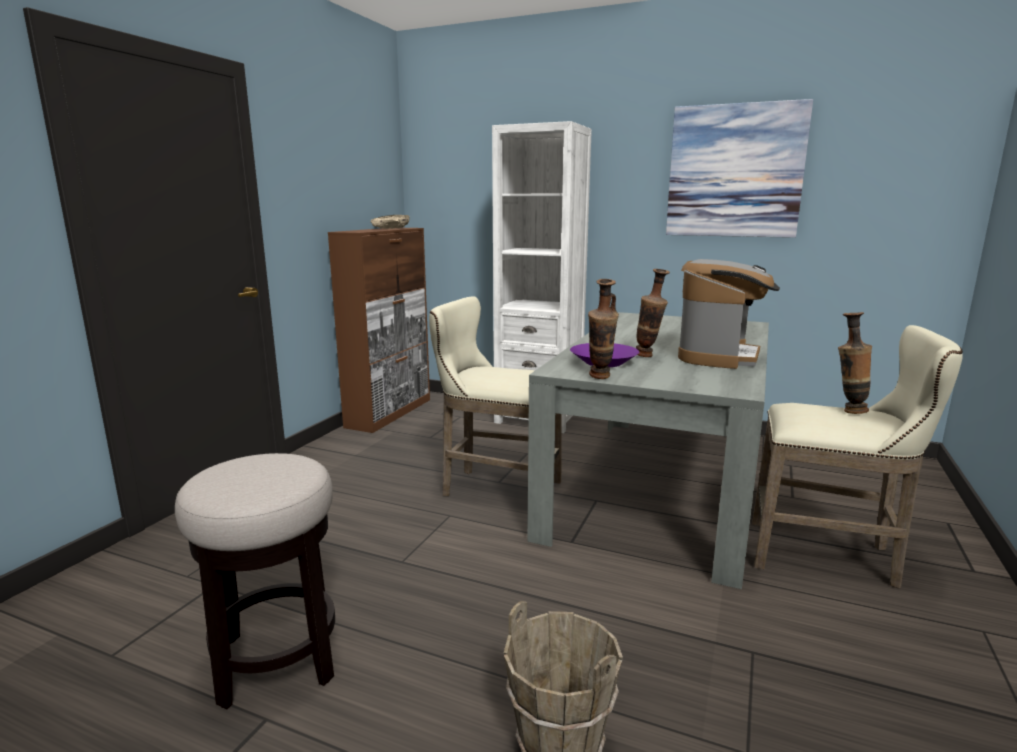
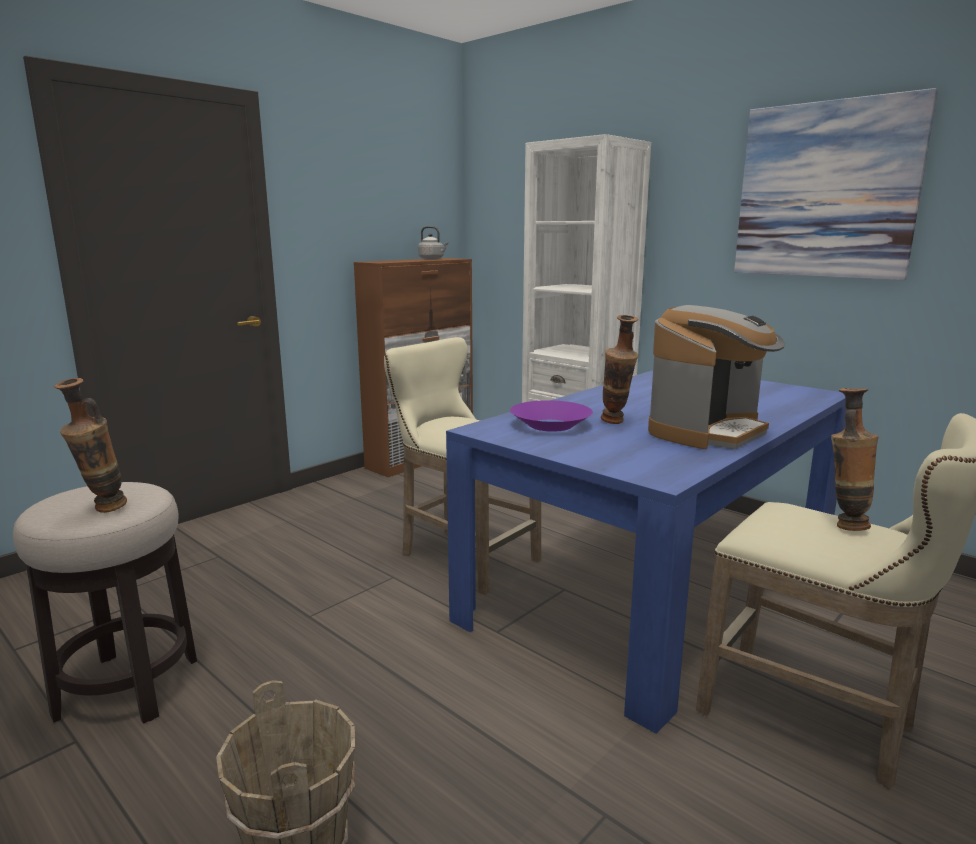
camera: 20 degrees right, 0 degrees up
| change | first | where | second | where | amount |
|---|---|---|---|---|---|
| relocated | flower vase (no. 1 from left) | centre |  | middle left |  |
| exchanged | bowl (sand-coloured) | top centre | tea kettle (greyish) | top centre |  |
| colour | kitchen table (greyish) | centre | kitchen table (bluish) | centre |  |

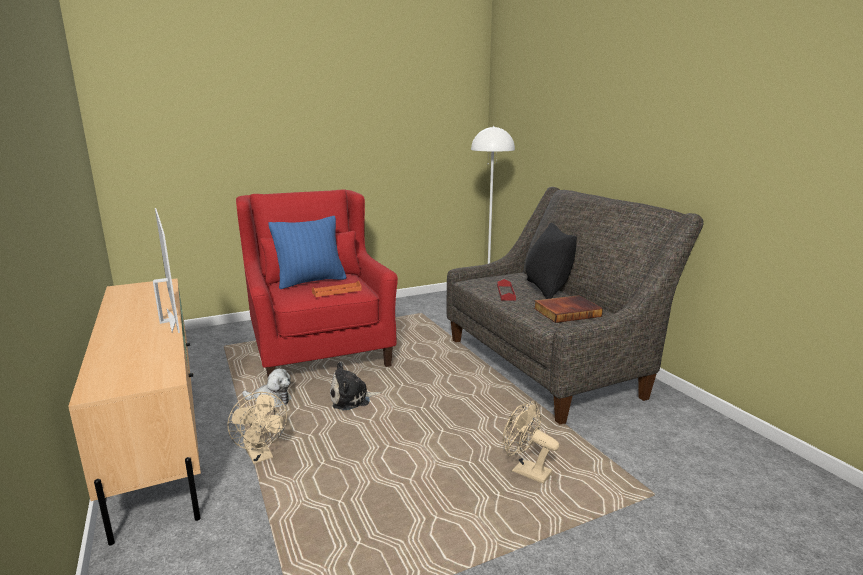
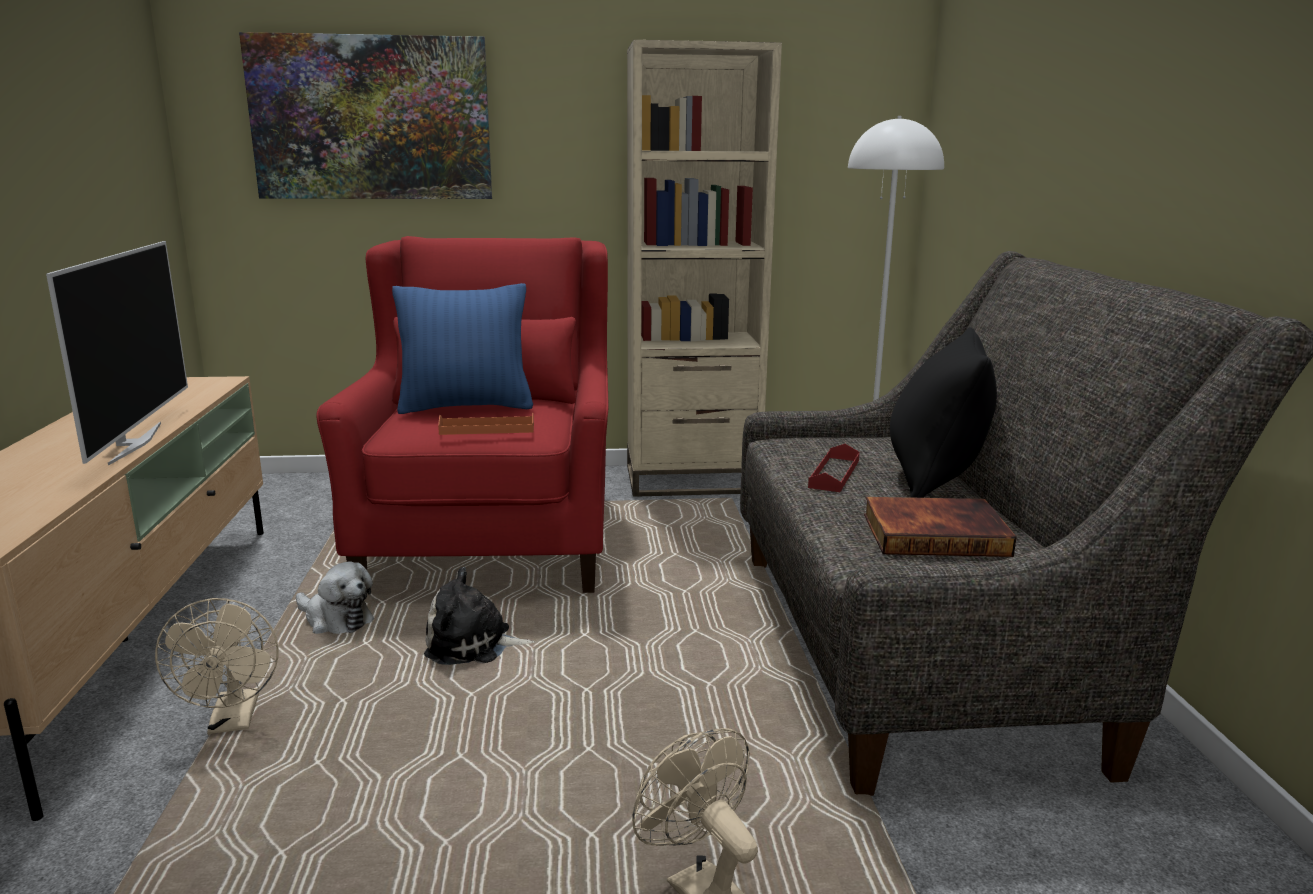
camera: 20 degrees right, 0 degrees up
| change | first | where | second | where | amount |
|---|---|---|---|---|---|
| appeared |  |  | wall art | top left |  |
| appeared |  |  | shelving unit (sand-coloured) | top centre |  |

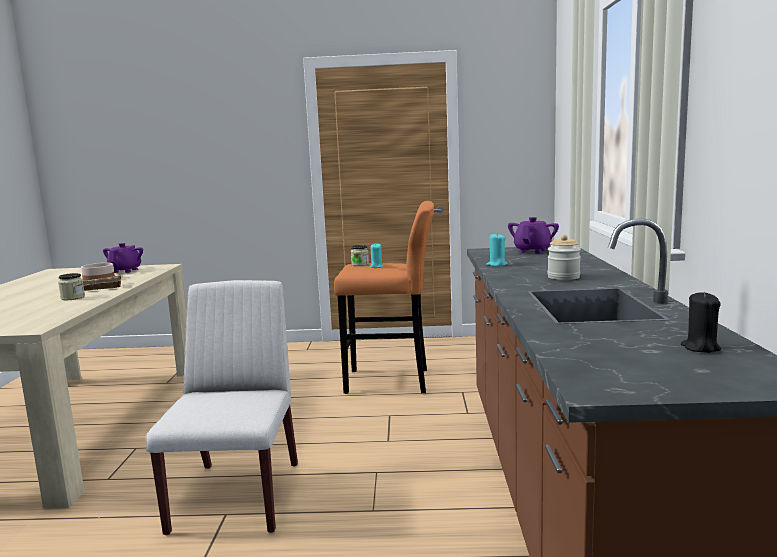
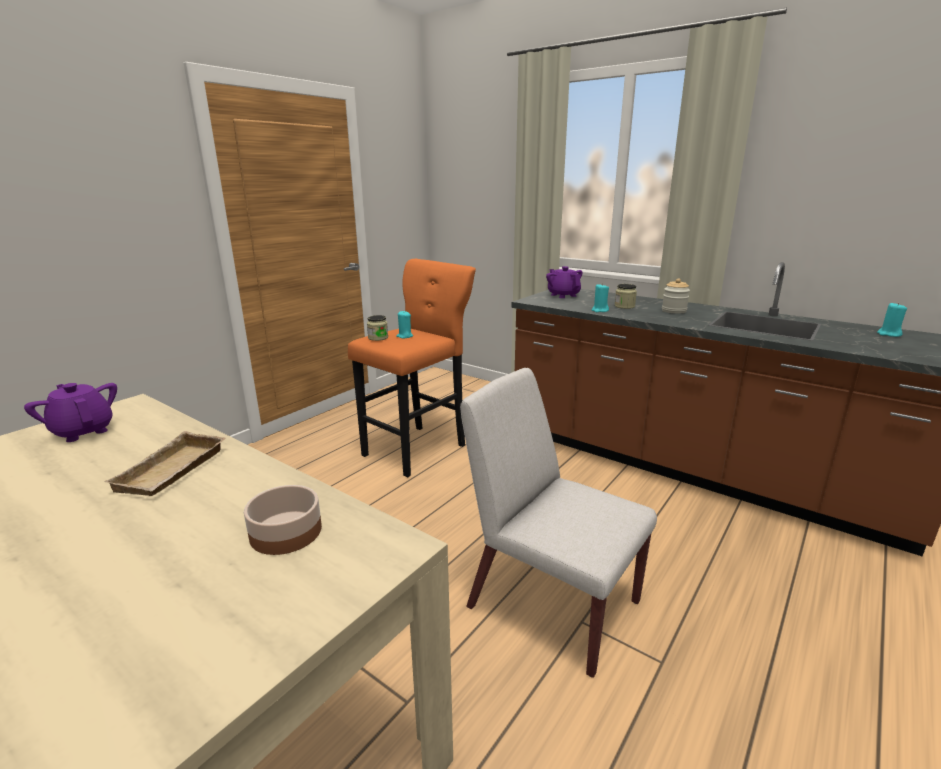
camera: 55 degrees left, 10 degrees up
| change | first | where | second | where | amount |
|---|---|---|---|---|---|
| relocated | bowl | middle left |  | bottom left |  |
| relocated | storage jar (no. 1 from left in the first image) | middle left | storage jar (no. 2 from left) | centre |  |
| colour | candle (black) | middle right | candle (turquoise-coloured) (no. 3 from left) | middle right |  |

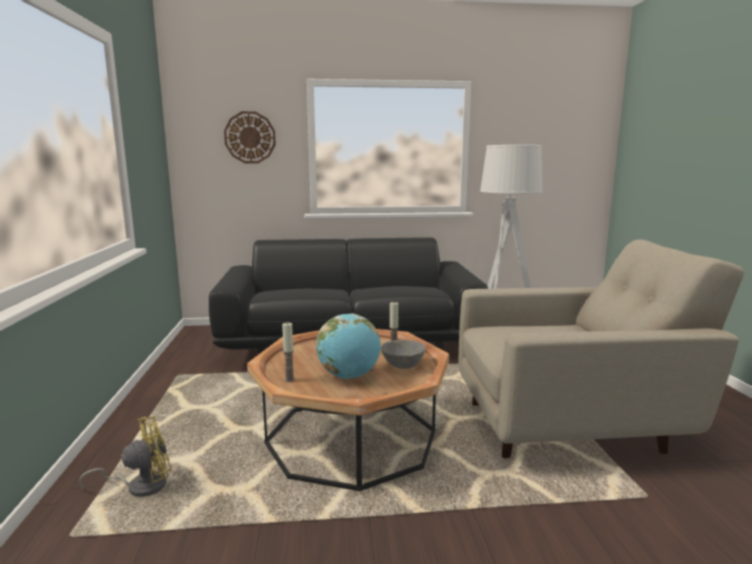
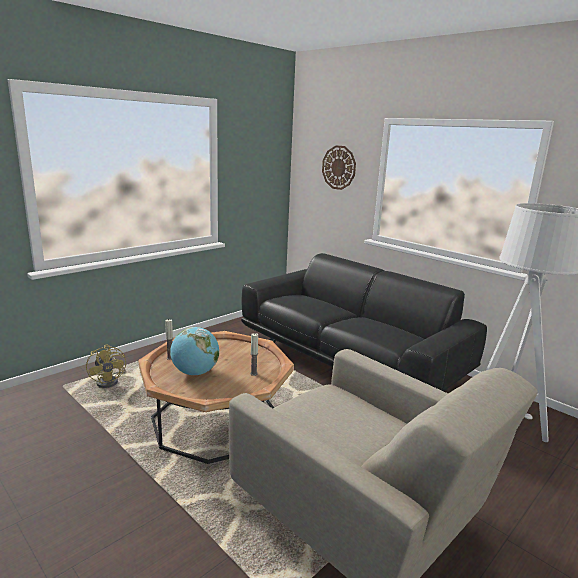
camera: 50 degrees right, 5 degrees up
| change | first | where | second | where | amount |
|---|---|---|---|---|---|
| spun | electric fan (yellow-coloured) | bottom left |  | middle left | 45 degrees clockwise |
| missing | bowl (greyish) | centre |  |  |  |

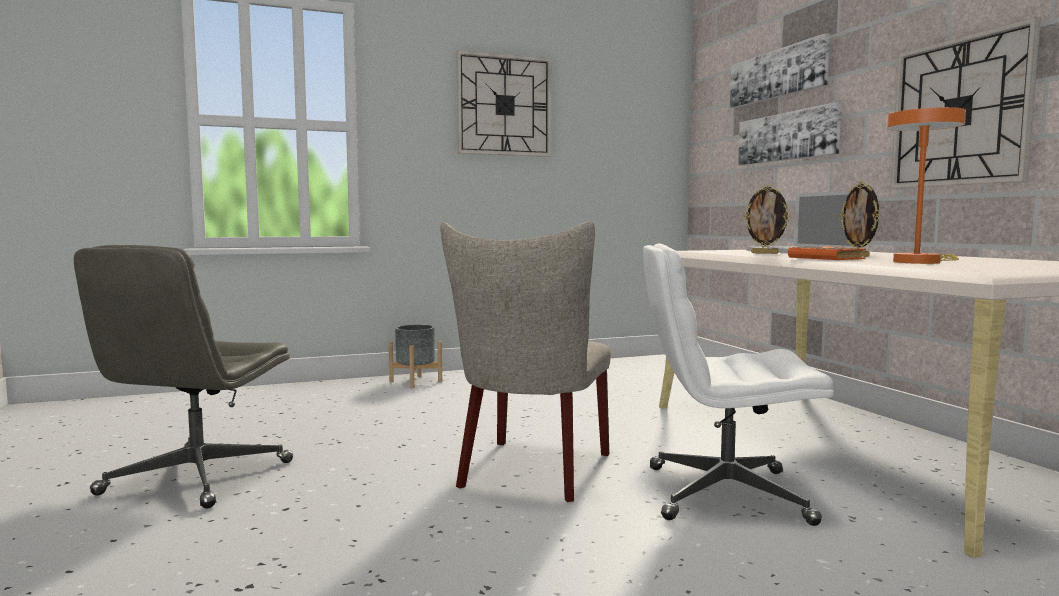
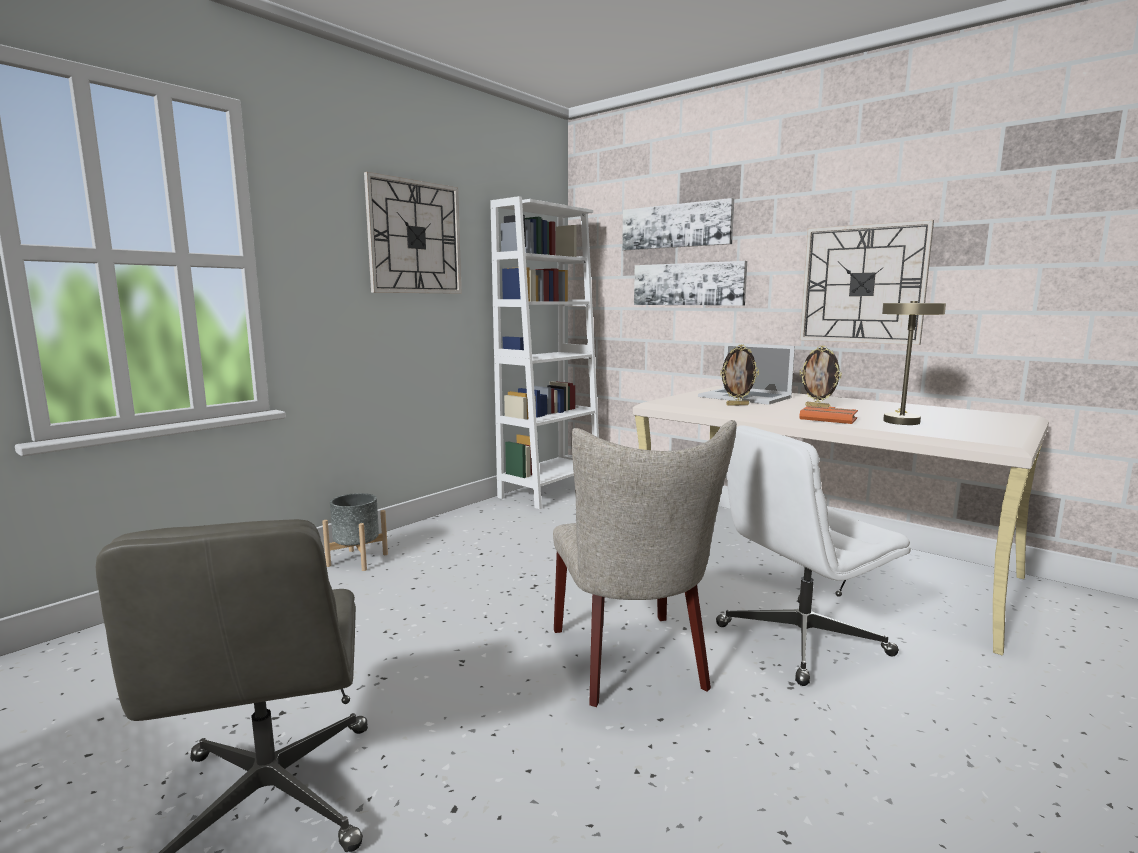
camera: 30 degrees left, 5 degrees up
| change | first | where | second | where | amount |
|---|---|---|---|---|---|
| appeared |  |  | shelving unit (white-coloured) | centre |  |
| colour | tabletop lamp (orangey) | top right | tabletop lamp (sand-coloured) | middle right |  |

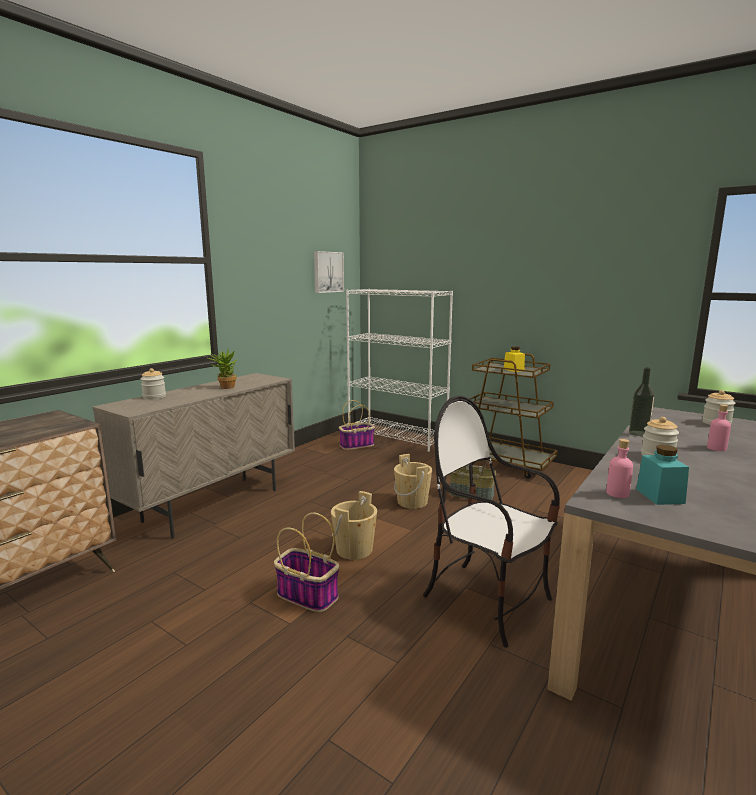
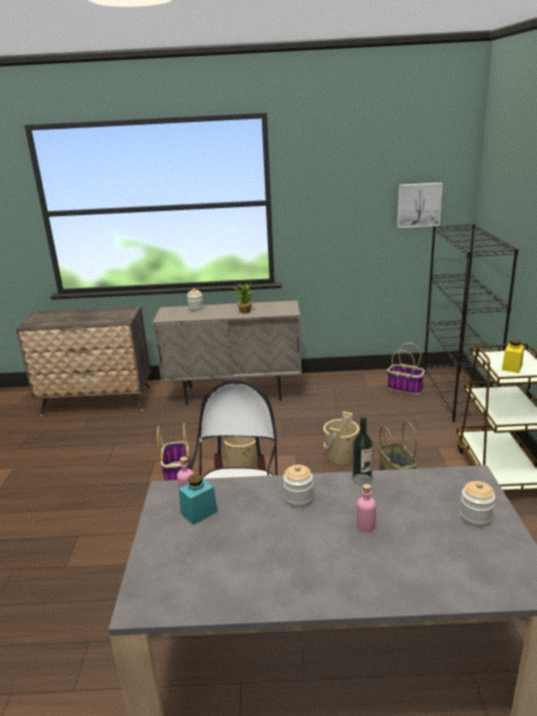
camera: 55 degrees right, 10 degrees up
| change | first | where | second | where | amount |
|---|---|---|---|---|---|
| colour | shelving unit (white-coloured) | centre | shelving unit (black) | middle right |  |

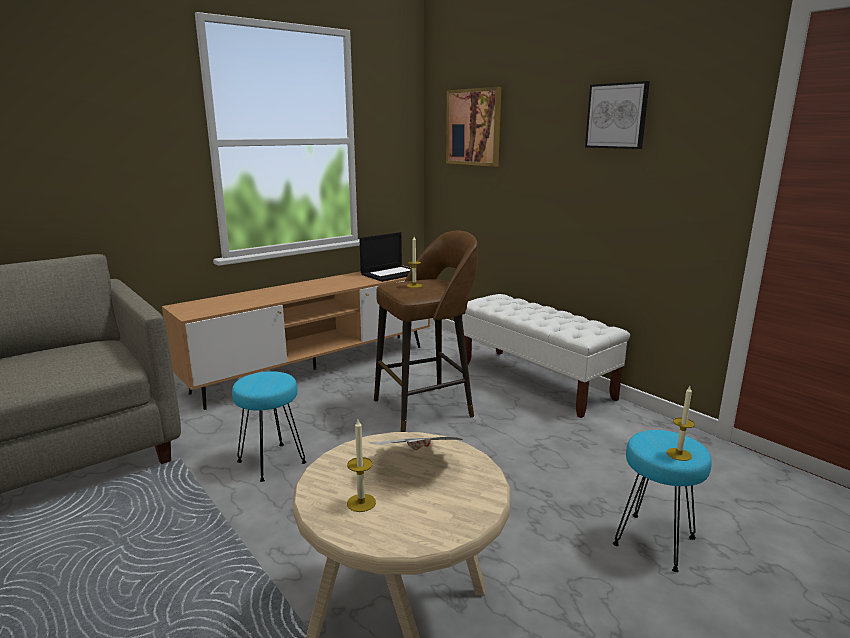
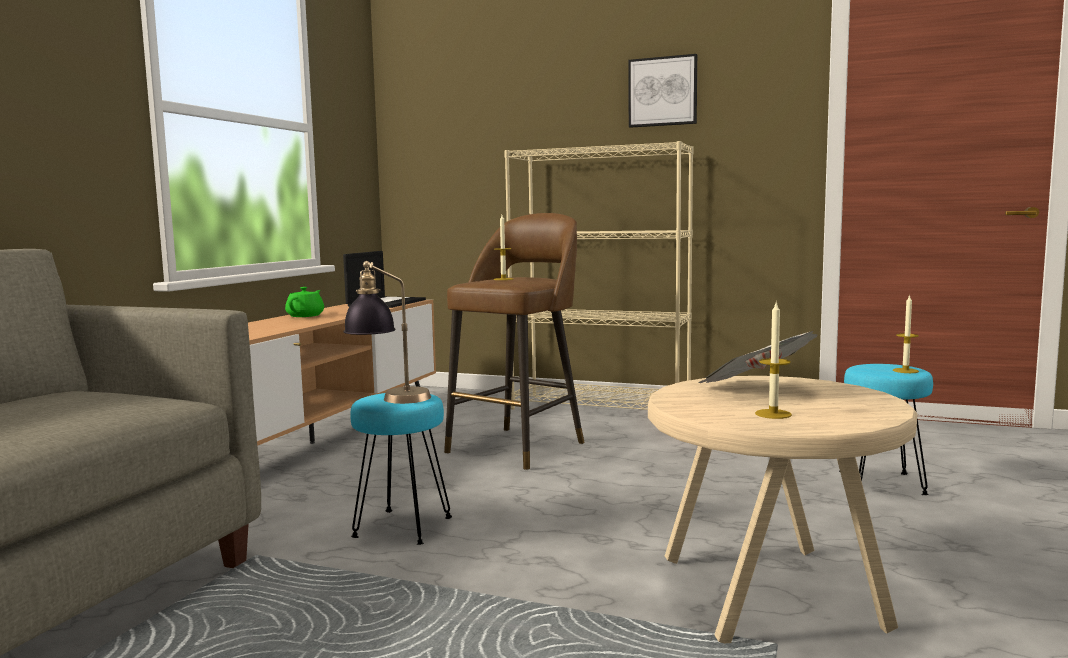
camera: 30 degrees left, 10 degrees down
| change | first | where | second | where | amount |
|---|---|---|---|---|---|
| appeared |  |  | pot for tea (greenish) | middle left |  |
| appeared |  |  | tabletop lamp | centre |  |
| exchanged | bench (white-coloured) | centre | shelving unit (sand-coloured) | centre |  |
| missing | wall art (no. 1 from left) | top centre |  |  |  |

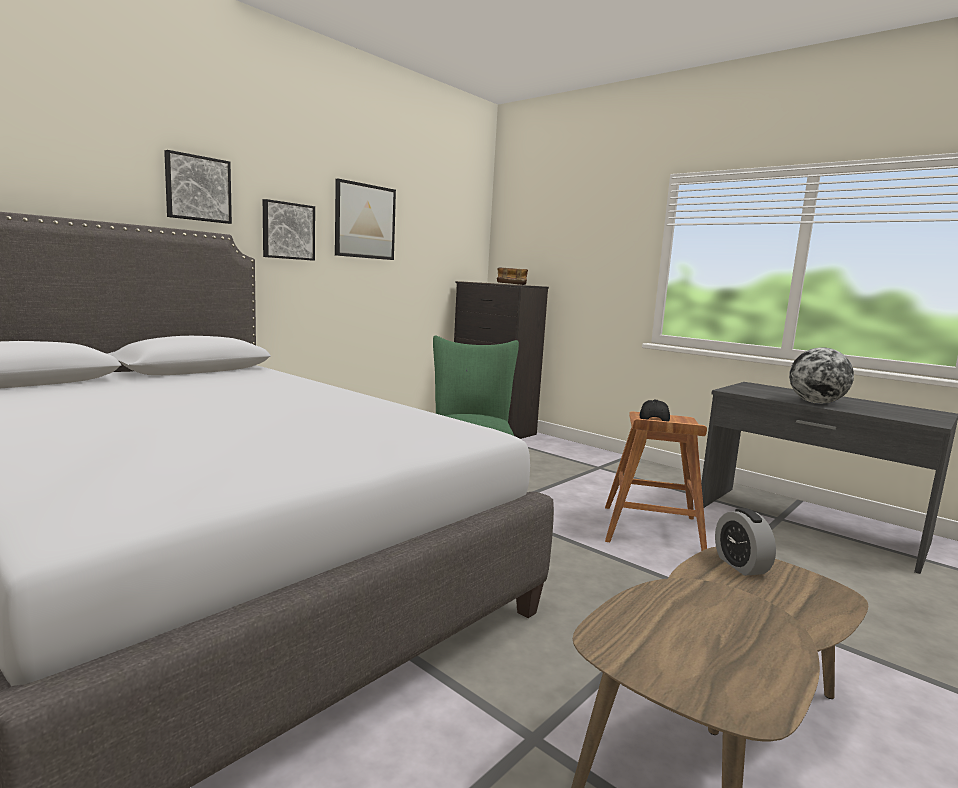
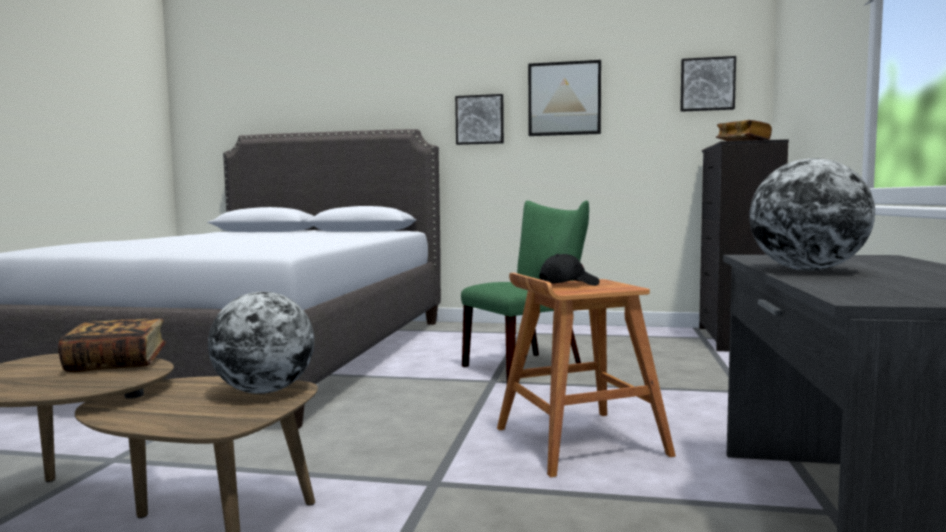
camera: 60 degrees right, 5 degrees down
| change | first | where | second | where | amount |
|---|---|---|---|---|---|
| appeared |  |  | volume (no. 1 from left) | middle left |  |
| exchanged | table clock | bottom right | world globe (no. 1 from left) | middle left |  |
| relocated | wall art (no. 1 from left in the first image) | top left | wall art (no. 3 from left) | top right |  |

